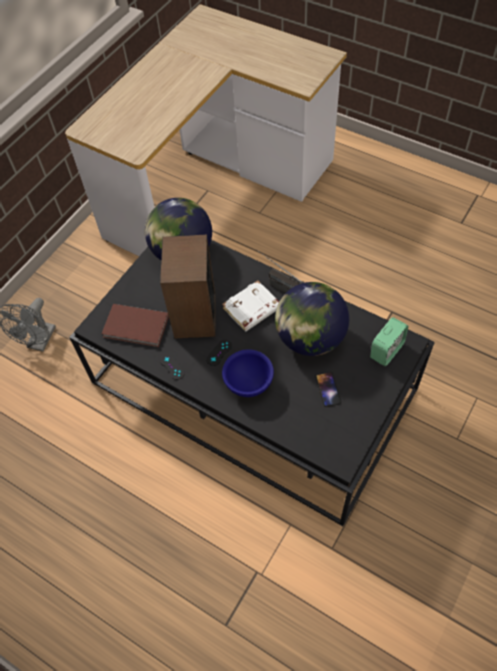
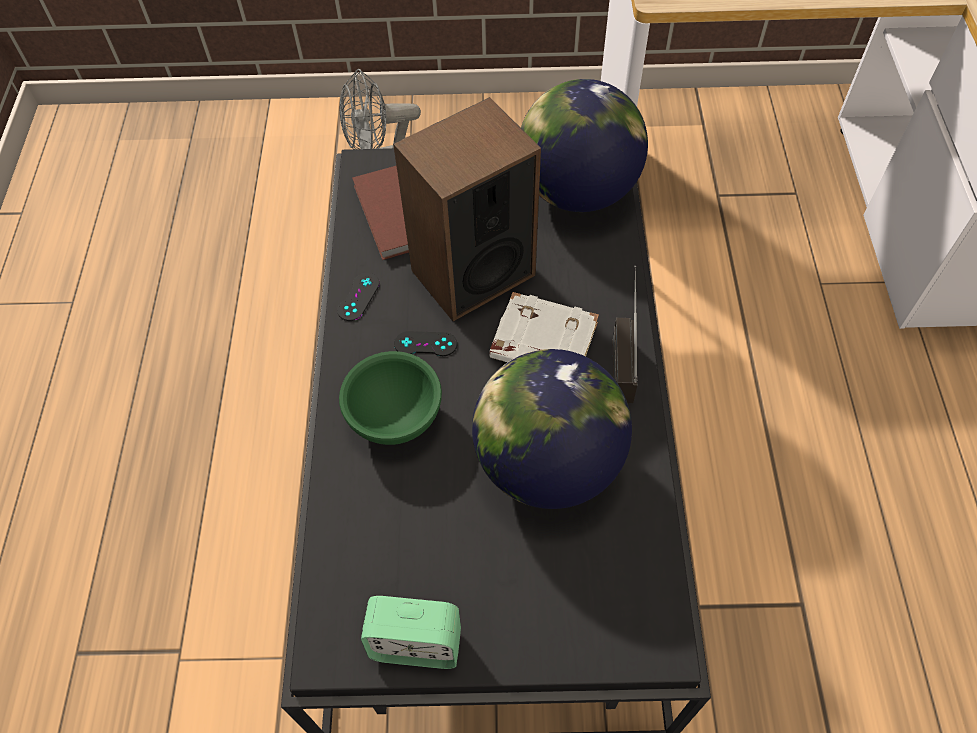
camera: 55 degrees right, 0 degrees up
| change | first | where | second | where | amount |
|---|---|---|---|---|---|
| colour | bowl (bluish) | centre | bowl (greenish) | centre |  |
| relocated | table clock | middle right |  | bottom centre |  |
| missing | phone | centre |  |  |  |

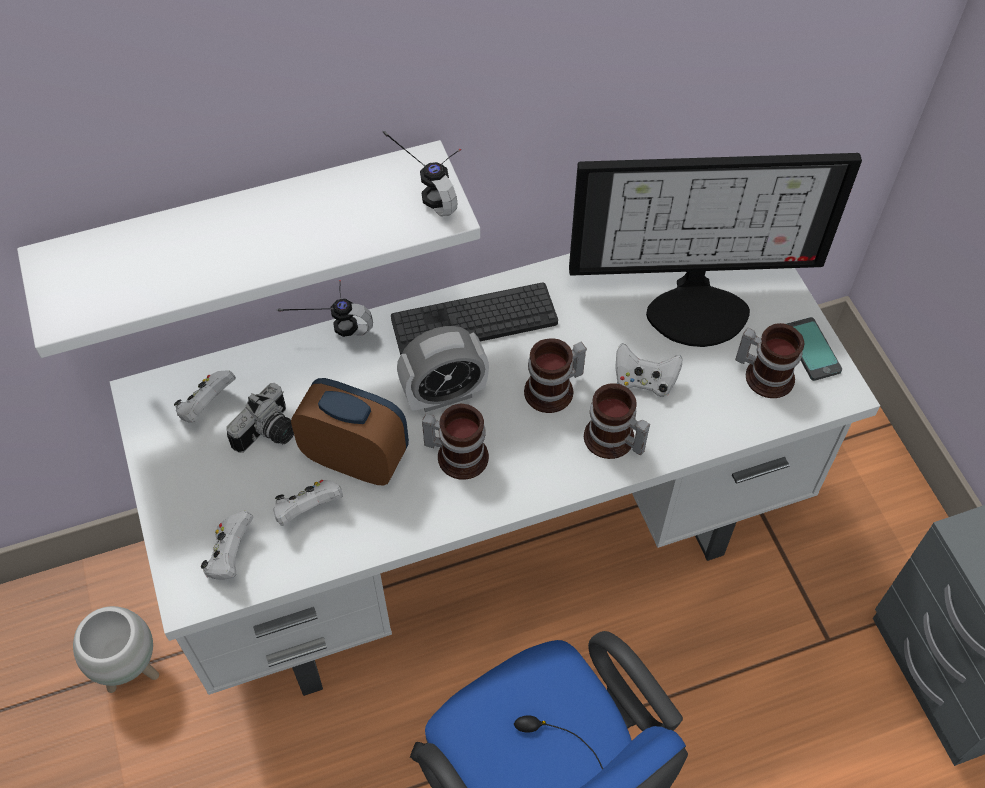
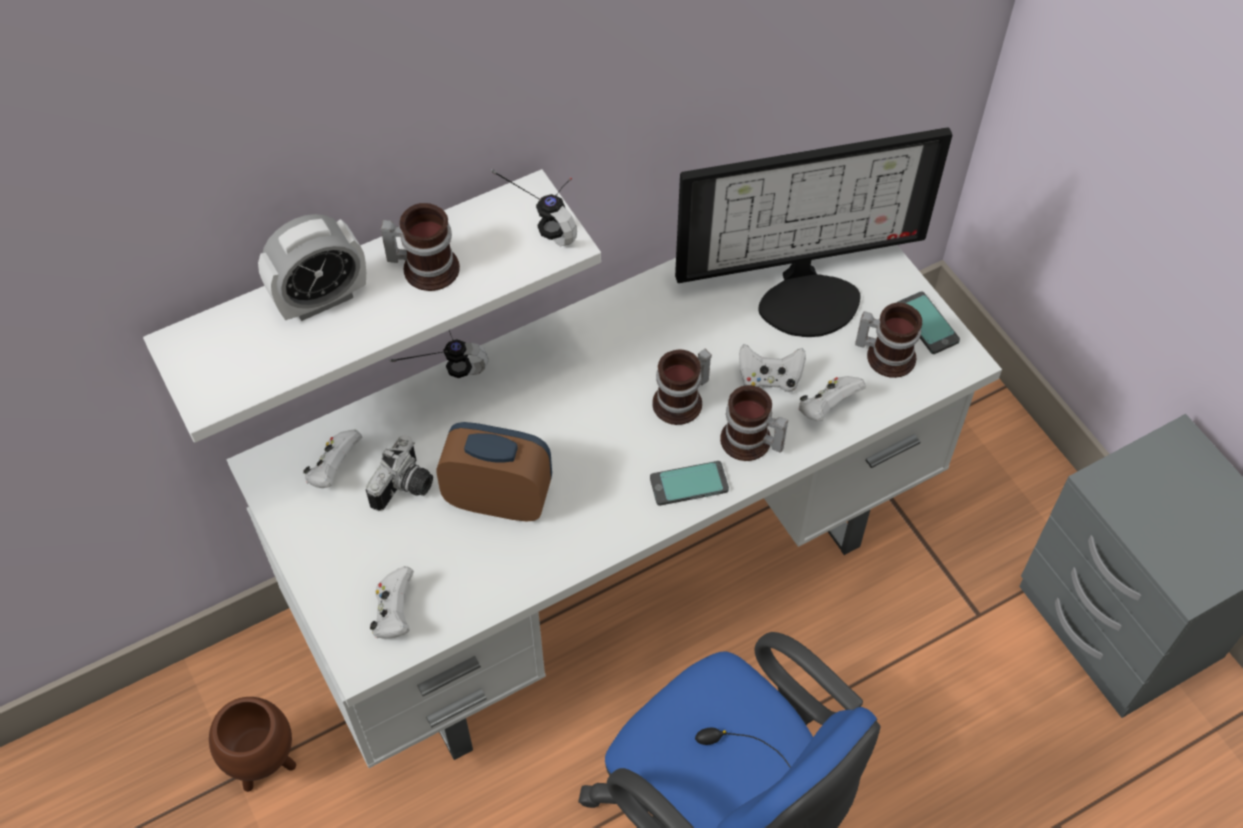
camera: 10 degrees left, 0 degrees up
| change | first | where | second | where | amount |
|---|---|---|---|---|---|
| colour | planter (white-coloured) | bottom left | planter (brownish) | bottom left |  |
| relocated | table clock (no. 2 from left in the first image) | centre | table clock (no. 1 from left) | top left |  |
| relocated | coffee mug (no. 1 from left) | centre |  | top centre |  |
| appeared |  |  | phone (no. 1 from left) | centre |  |
| relocated | gamepad (white-coloured) (no. 3 from left in the first image) | middle left | gamepad (white-coloured) (no. 4 from left) | middle right |  |
| missing | PC keyboard | centre |  |  |  |

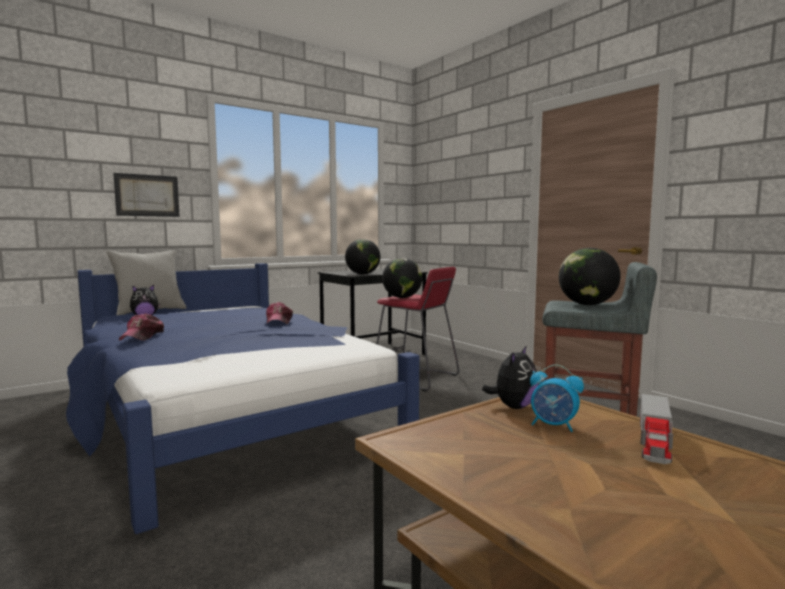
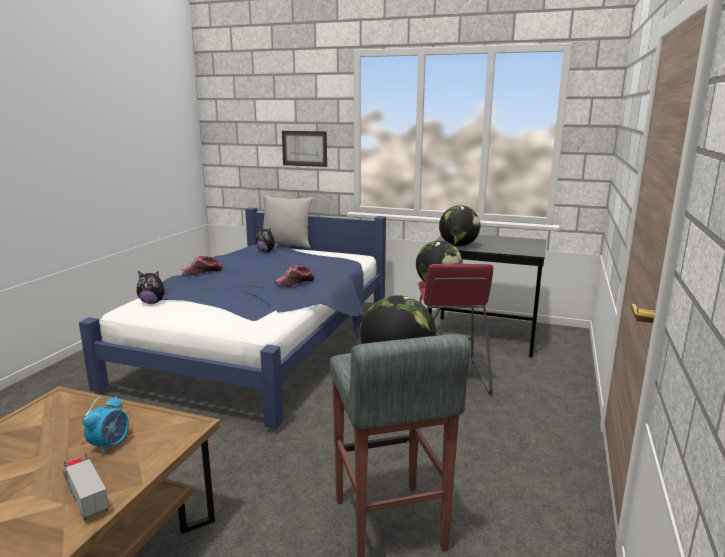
camera: 55 degrees right, 10 degrees up
| change | first | where | second | where | amount |
|---|---|---|---|---|---|
| spun | model truck | bottom right |  | bottom left | 60 degrees clockwise |
| spun | table clock | bottom right |  | bottom left | 150 degrees counterclockwise |
| relocated | soft toy (no. 2 from left in the first image) | centre | soft toy (no. 1 from left) | middle left |  |

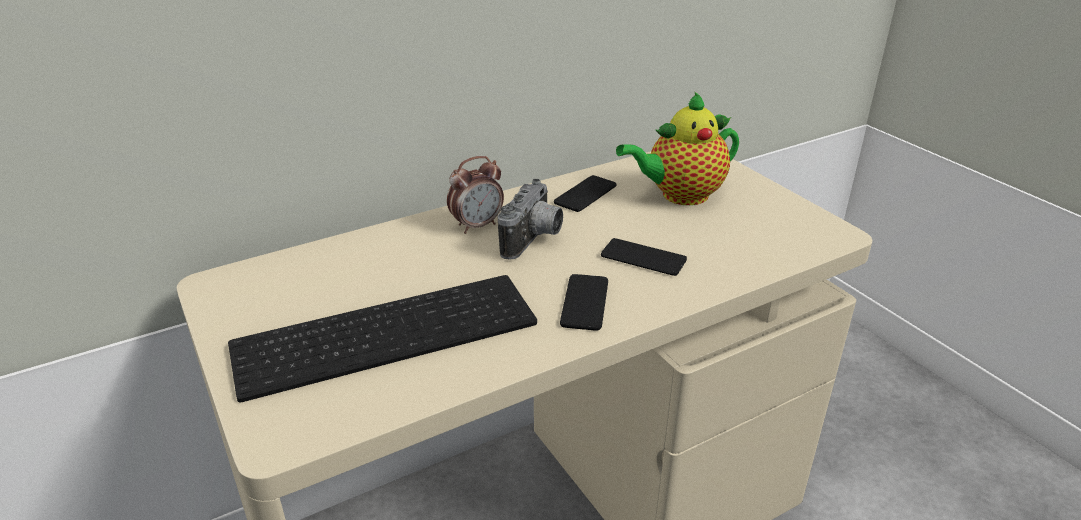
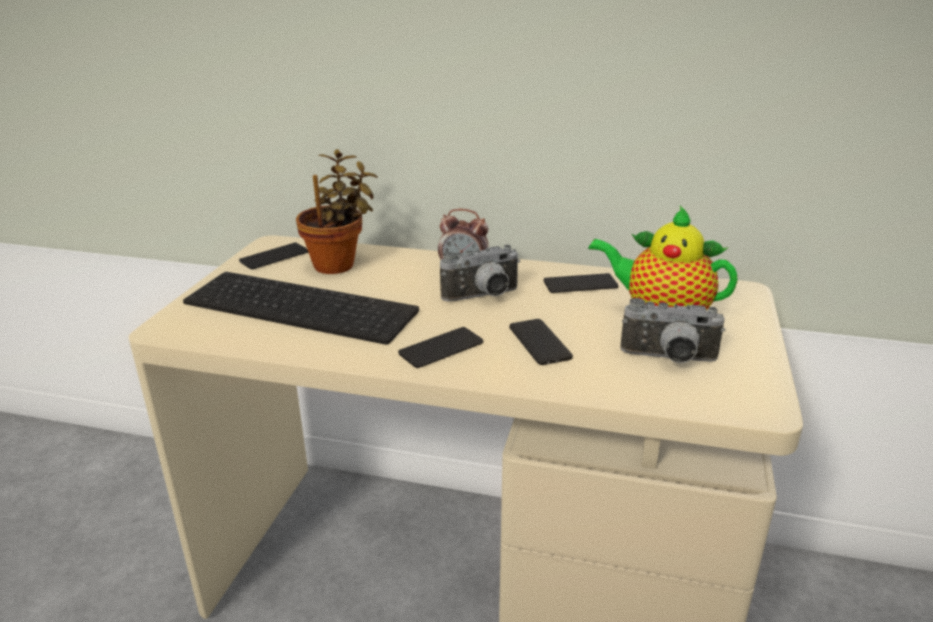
camera: 45 degrees right, 5 degrees down
| change | first | where | second | where | amount |
|---|---|---|---|---|---|
| appeared |  |  | phone (no. 1 from left) | middle left |  |
| appeared |  |  | plant in a pot | centre |  |
| appeared |  |  | still camera (no. 2 from left) | middle right |  |

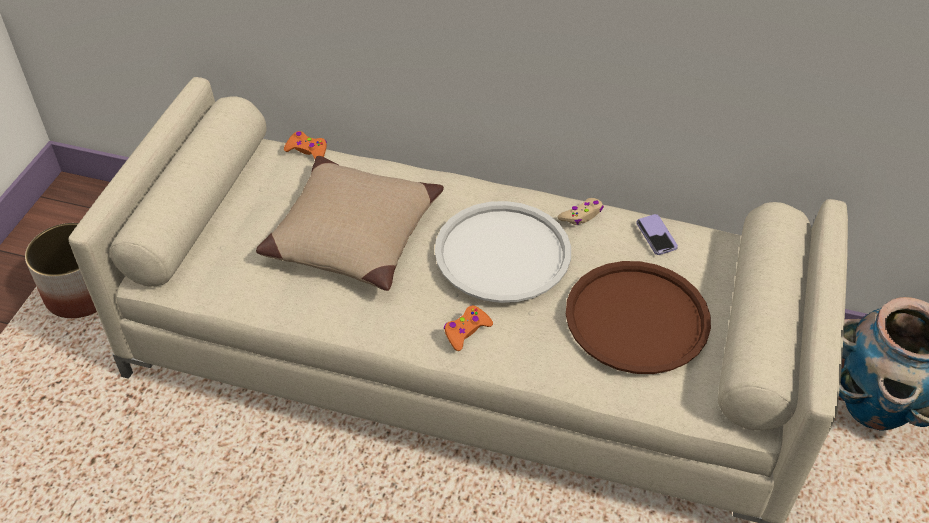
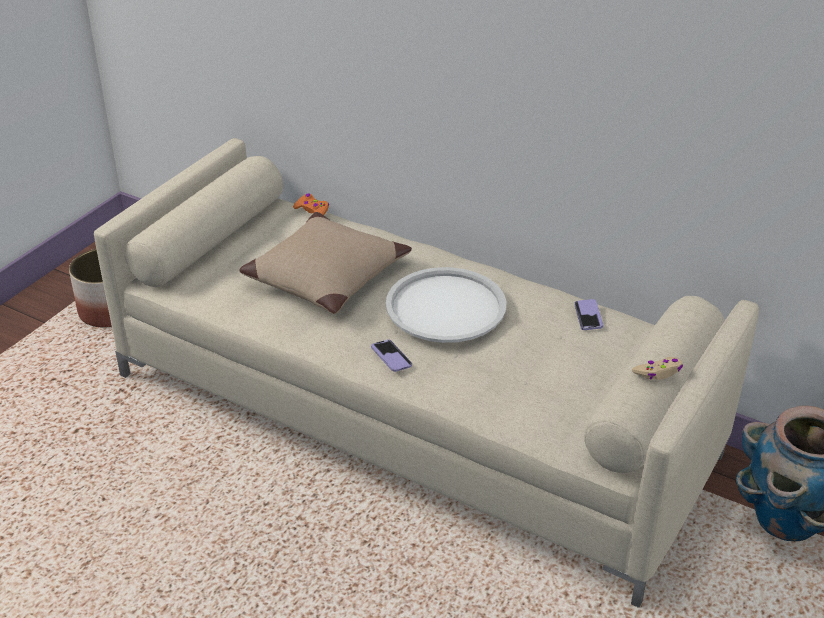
camera: 15 degrees right, 10 degrees down
| change | first | where | second | where | amount |
|---|---|---|---|---|---|
| exchanged | gamepad (orangey) (no. 2 from left) | centre | phone (no. 1 from left) | centre |  |
| relocated | gamepad (sand-coloured) | centre |  | middle right |  |
| missing | carrying tray (brownish) | middle right |  |  |  |

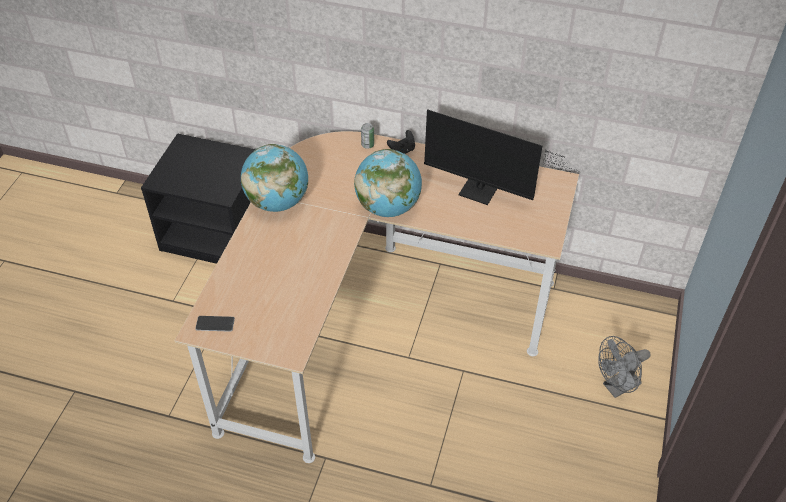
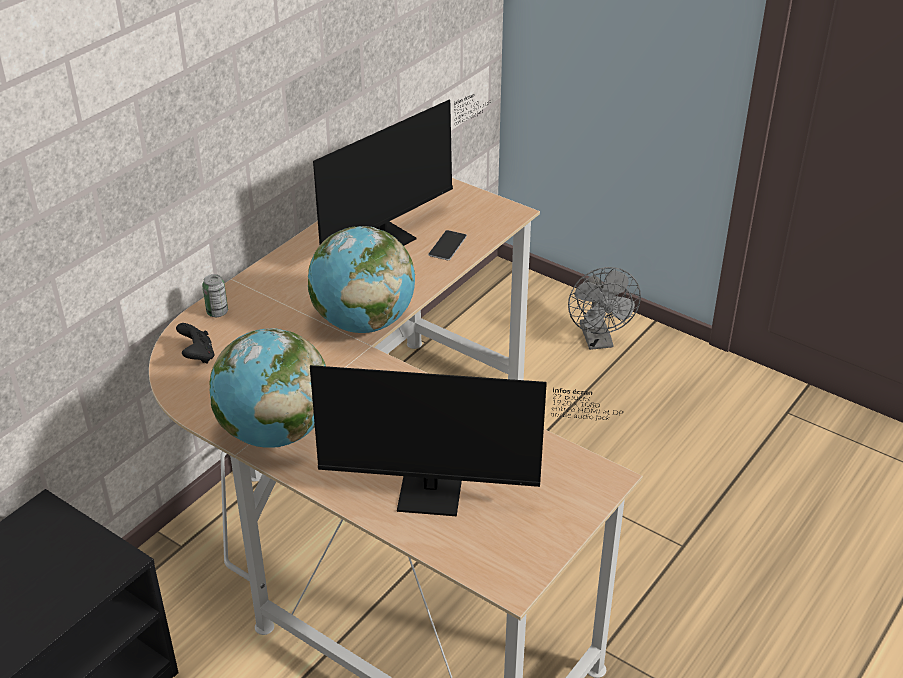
camera: 70 degrees left, 10 degrees down
| change | first | where | second | where | amount |
|---|---|---|---|---|---|
| relocated | gamepad (black) | top centre |  | middle left |  |
| appeared |  |  | monitor (no. 2 from left) | centre |  |
| relocated | phone | middle left |  | centre |  |

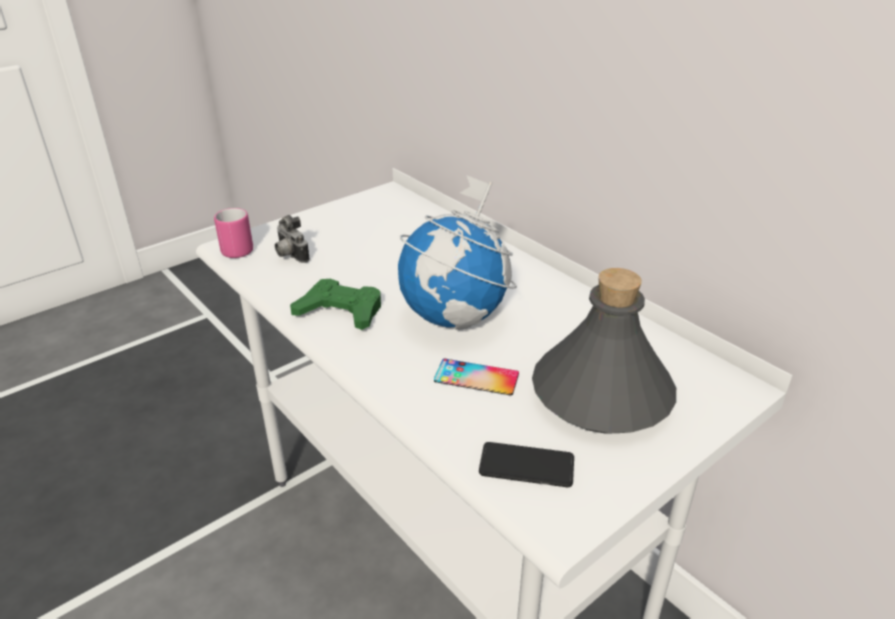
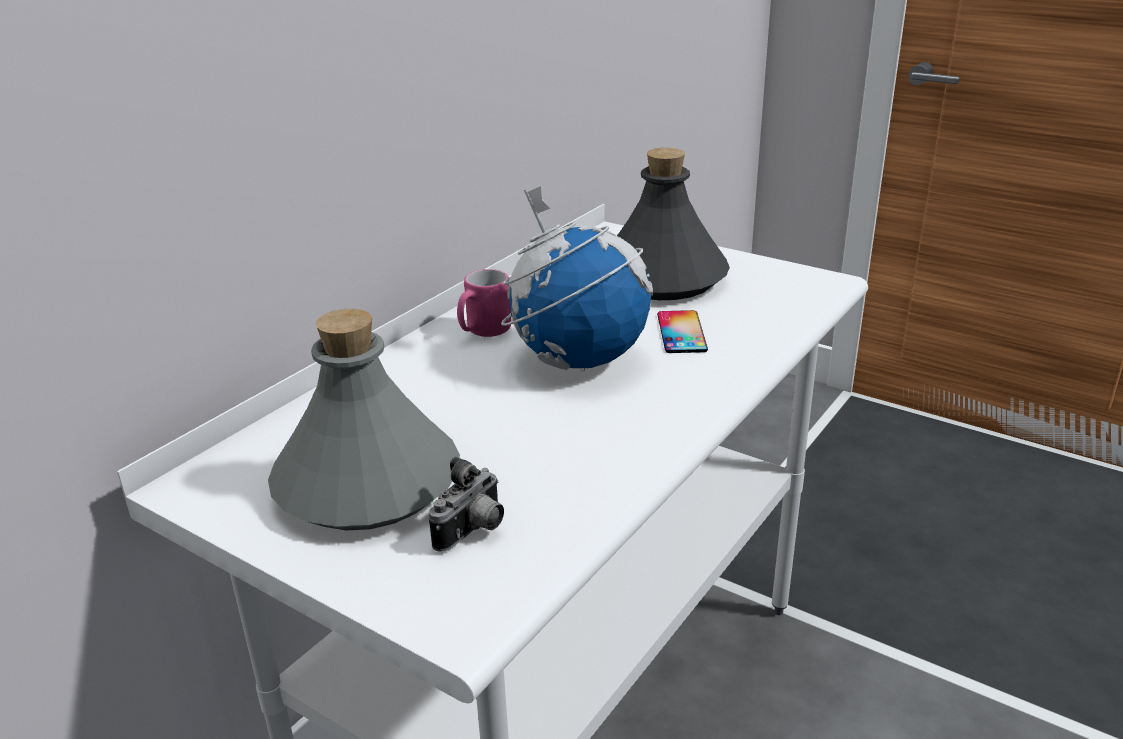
camera: 105 degrees left, 5 degrees down
| change | first | where | second | where | amount |
|---|---|---|---|---|---|
| appeared |  |  | bottle (greyish) (no. 1 from left) | middle left |  |
| relocated | coffee mug (pink) | middle left |  | centre |  |
| missing | gamepad (greenish) | centre |  |  |  |
| missing | phone (no. 2 from left) | bottom centre |  |  |  |

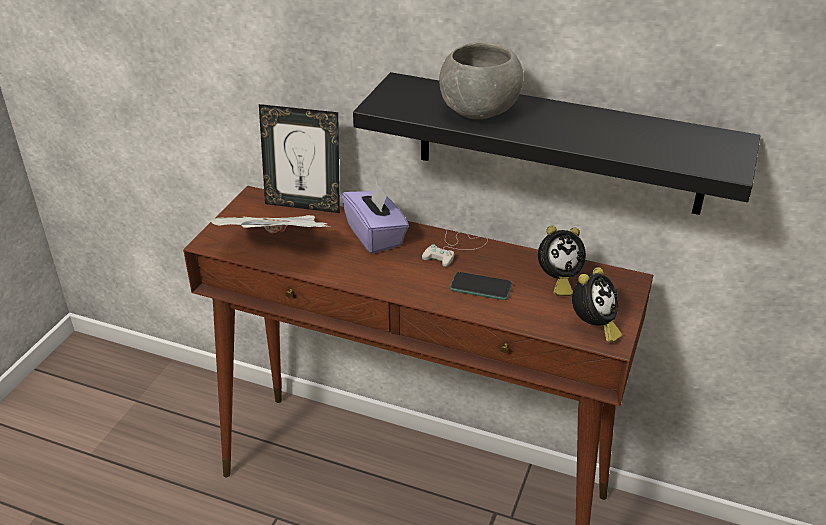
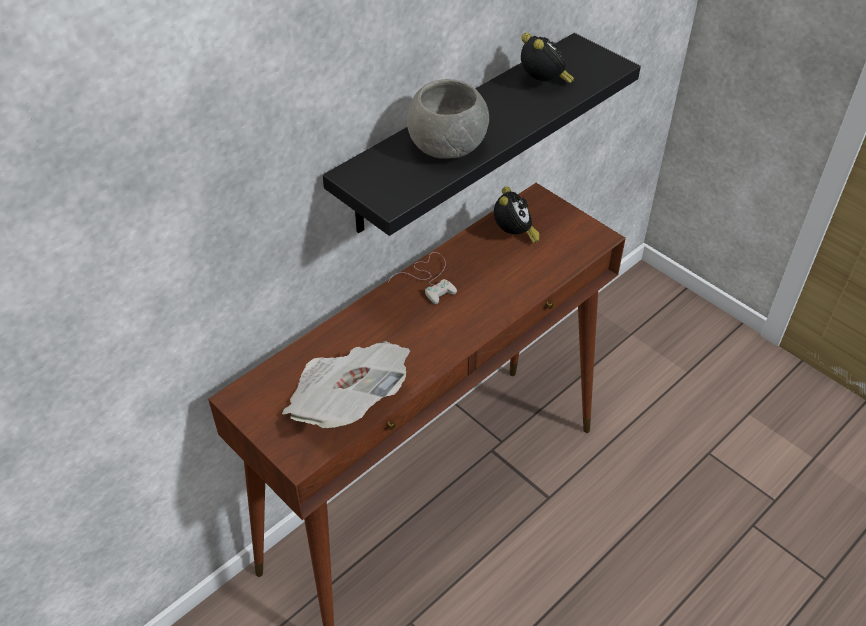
camera: 65 degrees left, 10 degrees up
| change | first | where | second | where | amount |
|---|---|---|---|---|---|
| relocated | table clock (no. 2 from left) | middle right |  | top centre |  |
| missing | picture frame | top centre |  |  |  |
| missing | box of tissues (purple) | centre |  |  |  |
| missing | phone | centre |  |  |  |

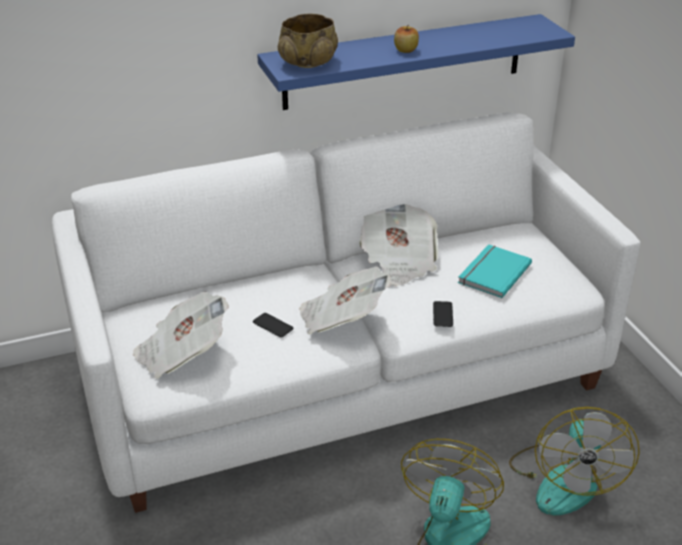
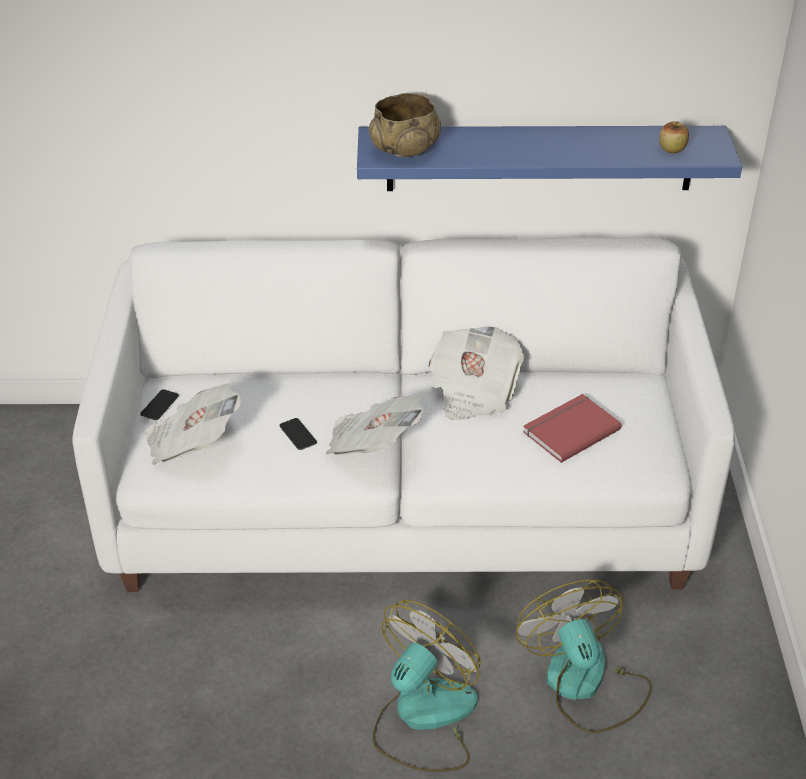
camera: 20 degrees right, 5 degrees up
| change | first | where | second | where | amount |
|---|---|---|---|---|---|
| relocated | phone (no. 2 from left in the first image) | centre | phone (no. 1 from left) | middle left |  |
| spun | electric fan (no. 2 from left) | bottom right |  | bottom right | 135 degrees clockwise |
| colour | volume (turquoise-coloured) | middle right | volume (red) | middle right |  |
| relocated | whole apple | top centre |  | top right |  |

